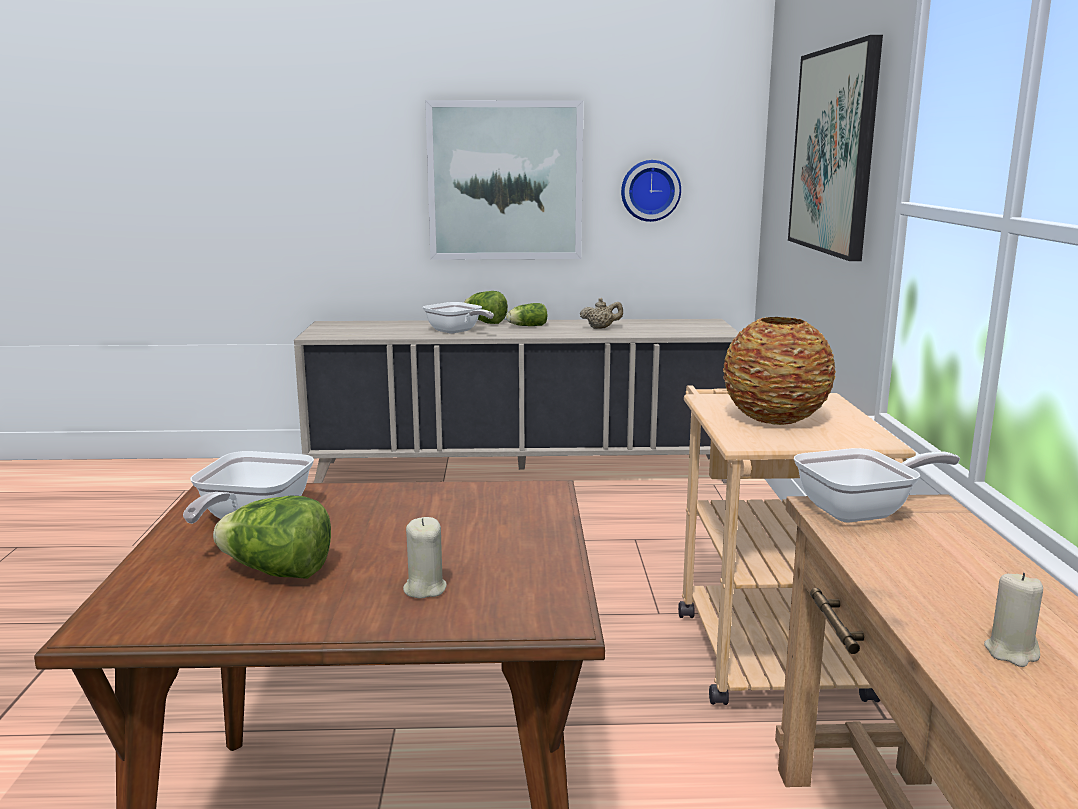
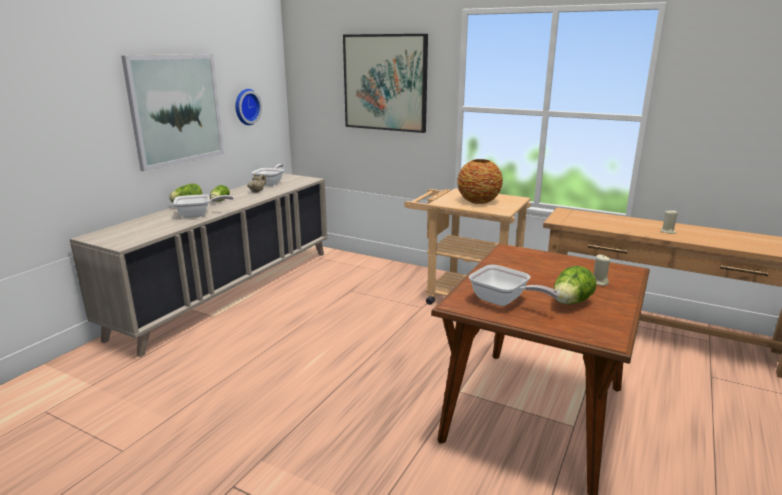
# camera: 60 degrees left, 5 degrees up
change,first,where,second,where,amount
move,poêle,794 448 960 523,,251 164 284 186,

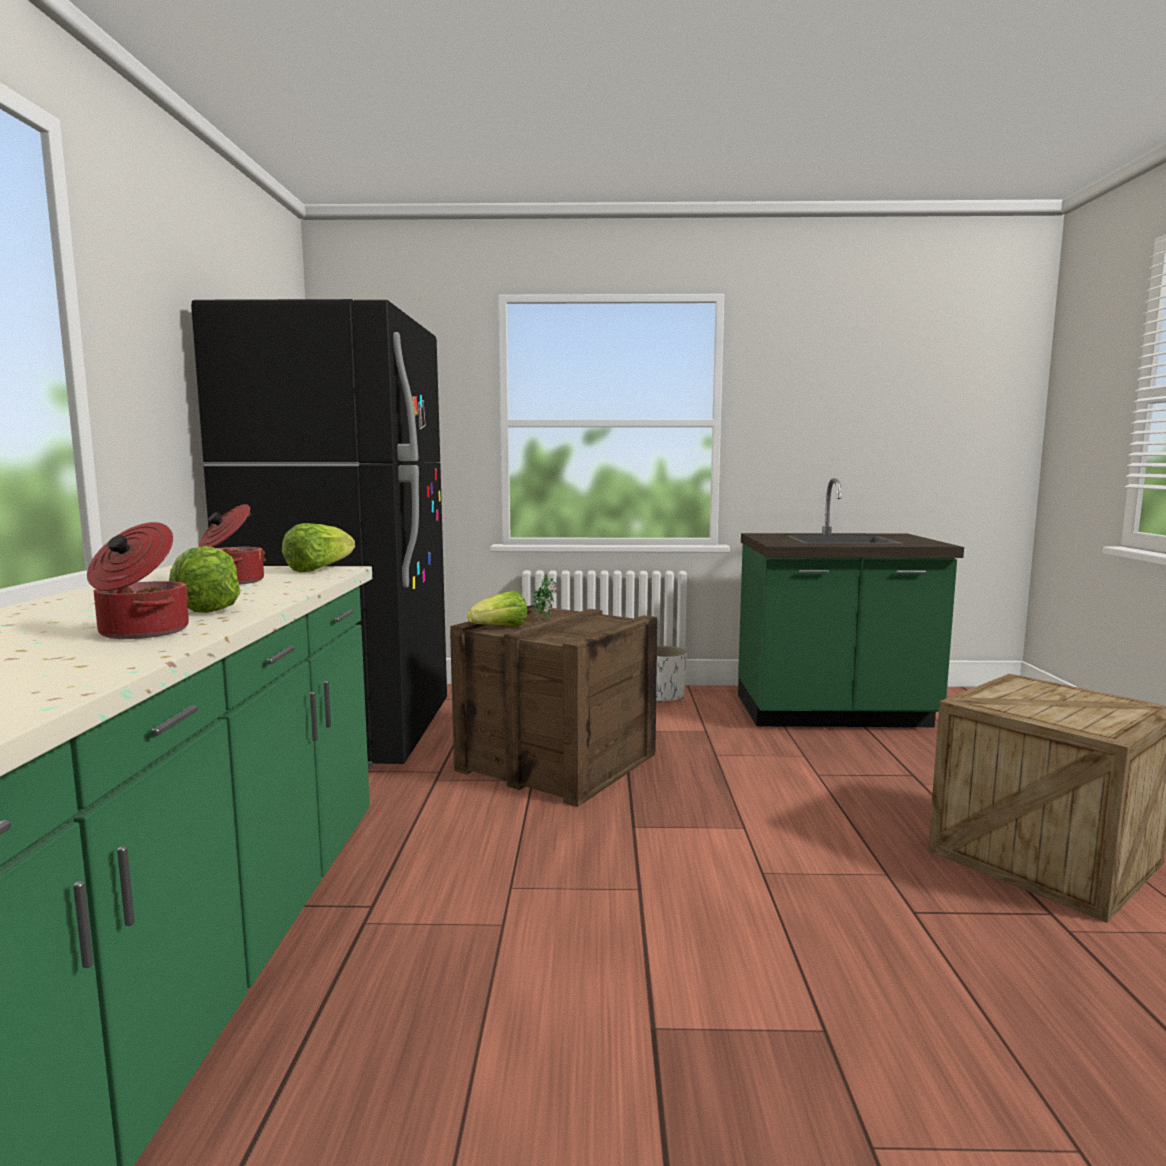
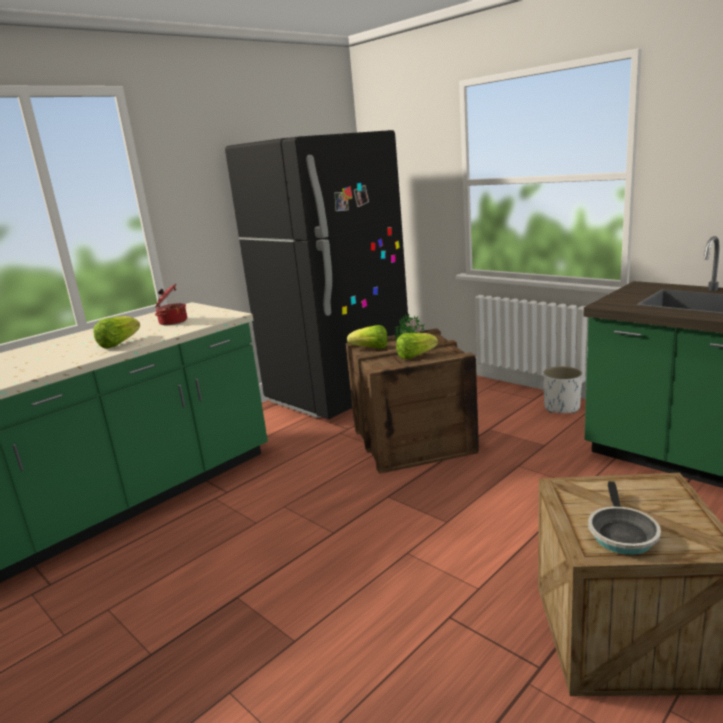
# camera: 45 degrees right, 10 degrees up
change,first,where,second,where,amount
delete,marmite,87 522 189 639,,,
insert,,,poêle,588 481 661 555,
move,laitue,282 523 355 572,,396 333 438 359,

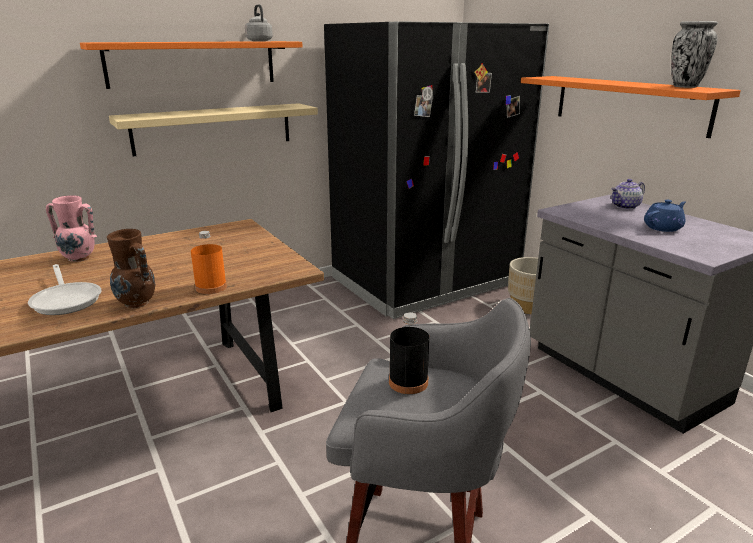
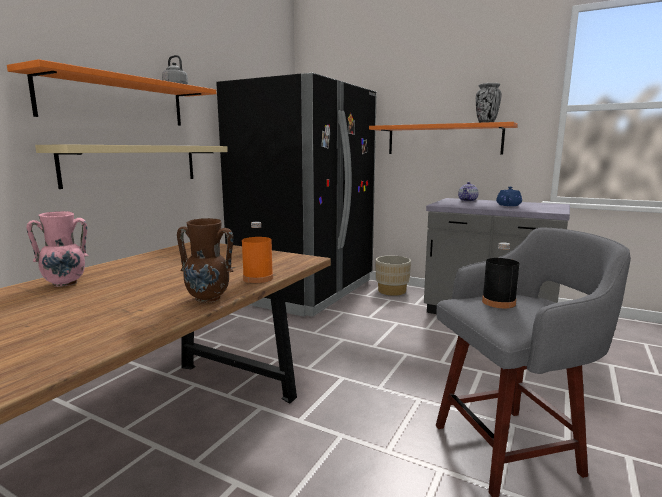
# camera: 30 degrees left, 10 degrees down
change,first,where,second,where,amount
delete,poêle,28 264 102 315,,,

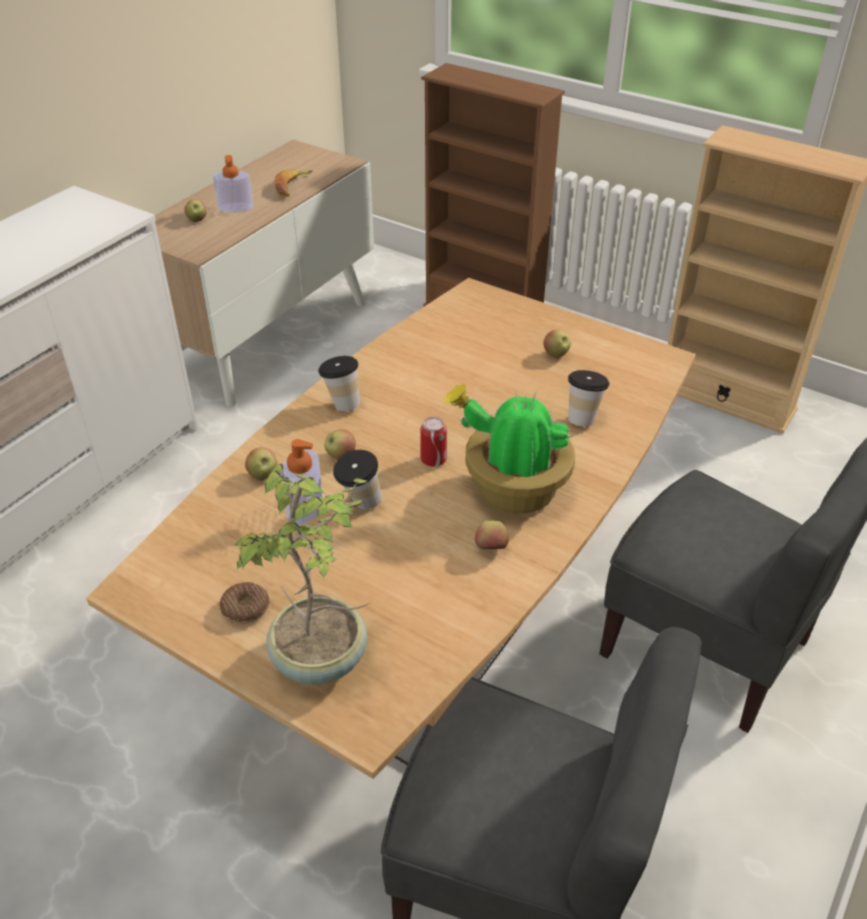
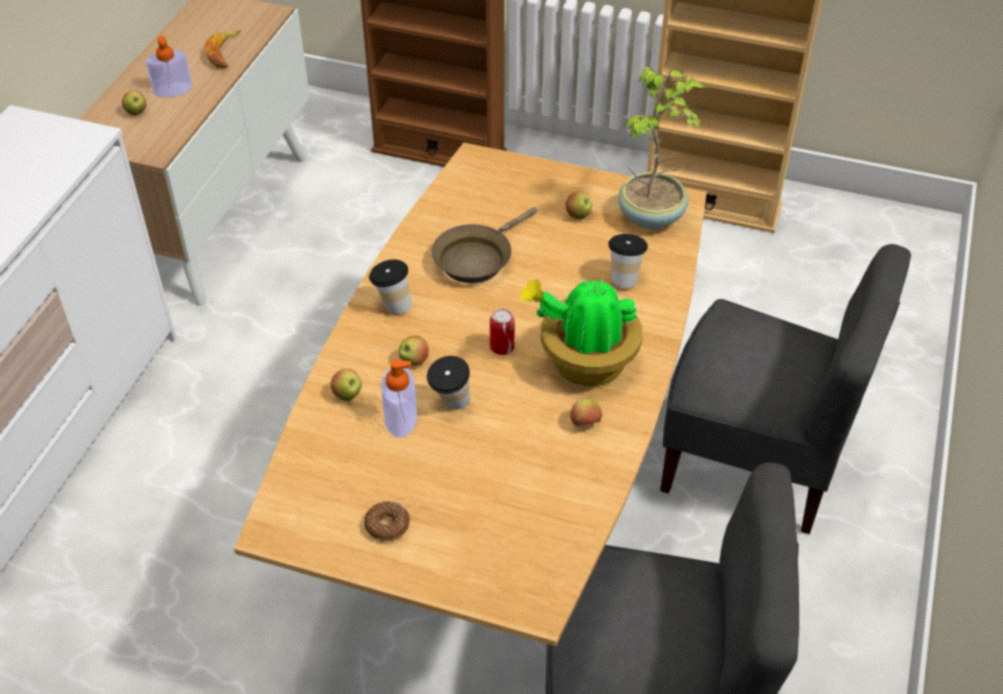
# camera: 15 degrees left, 5 degrees up
change,first,where,second,where,amount
insert,,,poêle (marron),431 207 537 283,
move,plante en pot,234 464 370 685,,618 66 706 229,

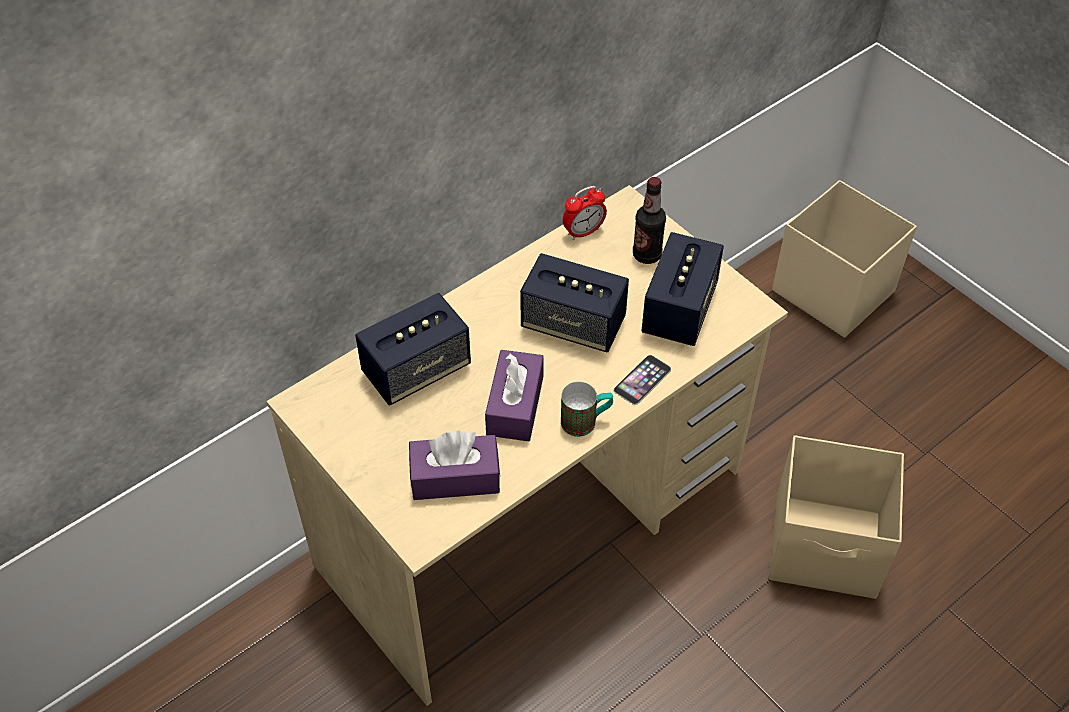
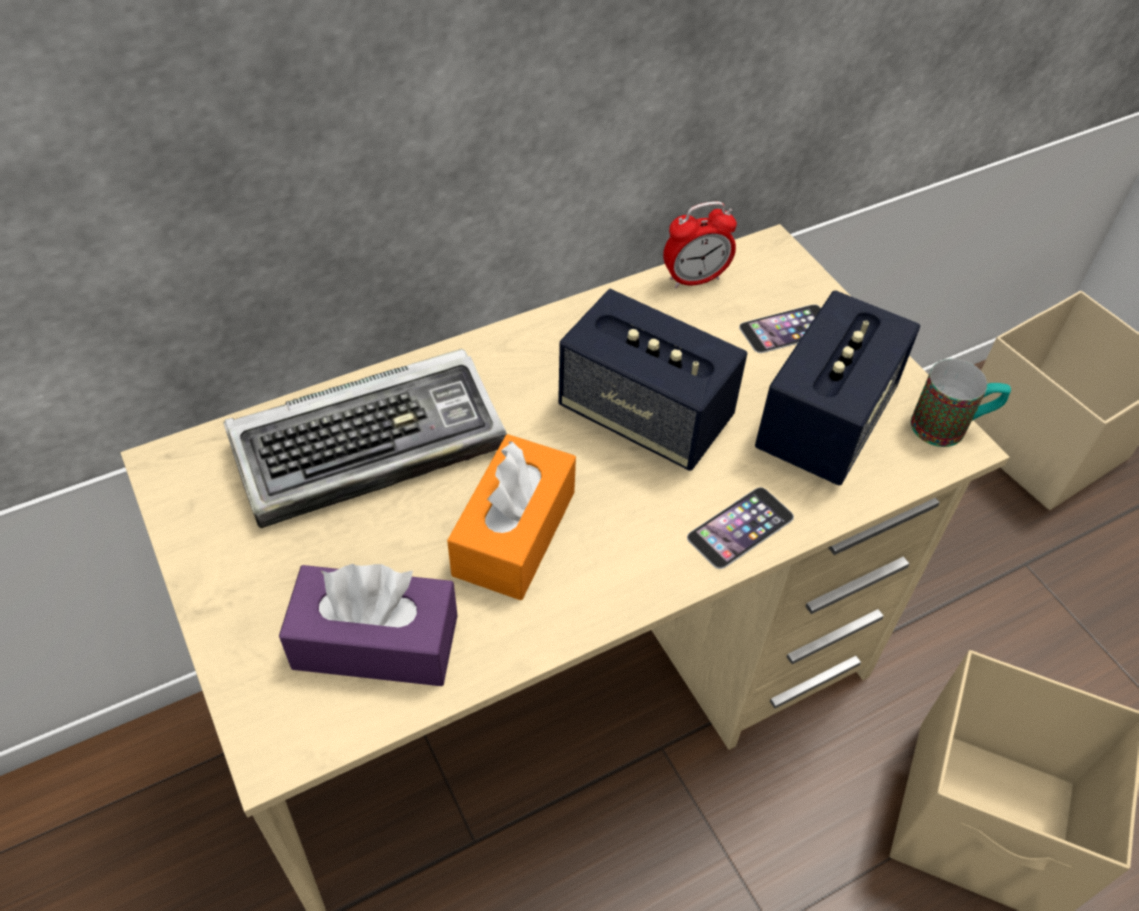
# camera: 10 degrees right, 0 degrees up
change,first,where,second,where,amount
move,mug,561 382 613 437,,911 359 1011 447,
replace,enceinte,355 293 471 405,clavier,223 349 507 528,
replace,bouteille,633 177 666 264,téléphone,739 304 821 353,
recolor,boîte à mouchoirs (violet),485 350 544 441,boîte à mouchoirs (orange),447 434 576 600,

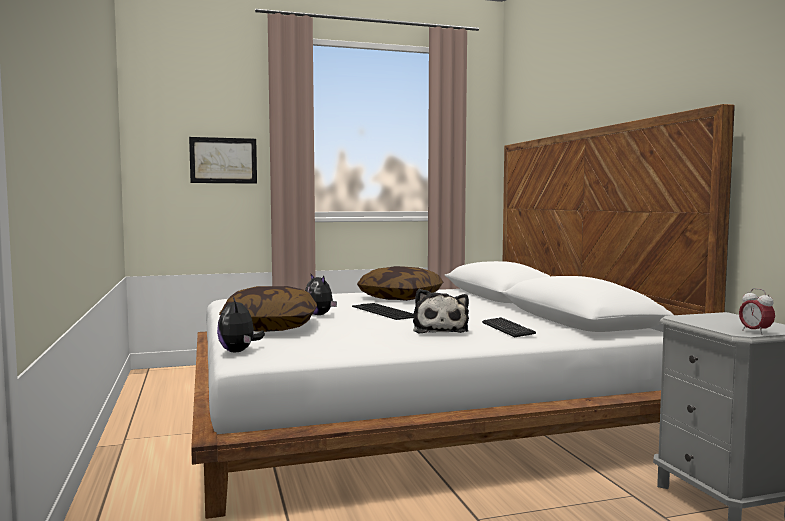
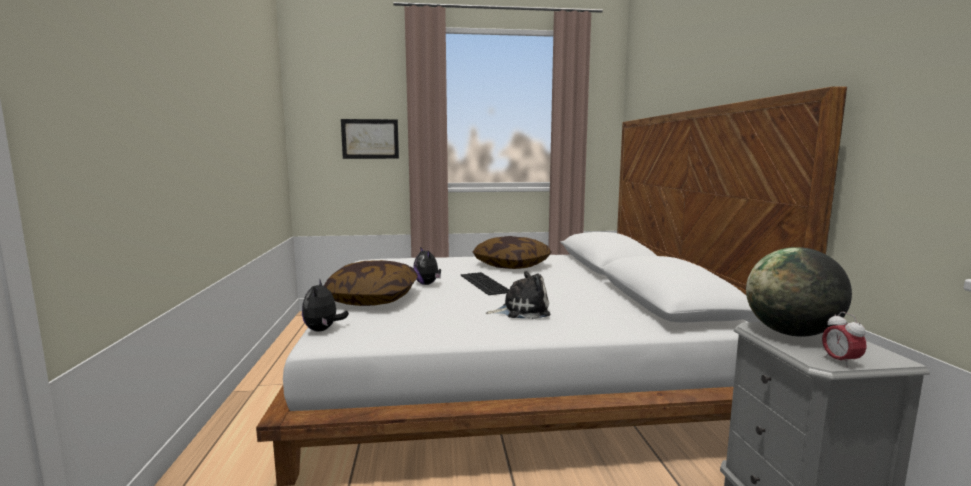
# camera: 10 degrees right, 5 degrees up
change,first,where,second,where,amount
delete,clavier,482 317 536 337,,,
insert,,,globe,746 247 852 337,
rotate,peluche,413 289 469 334,,486 271 551 319,105 degrees counterclockwise

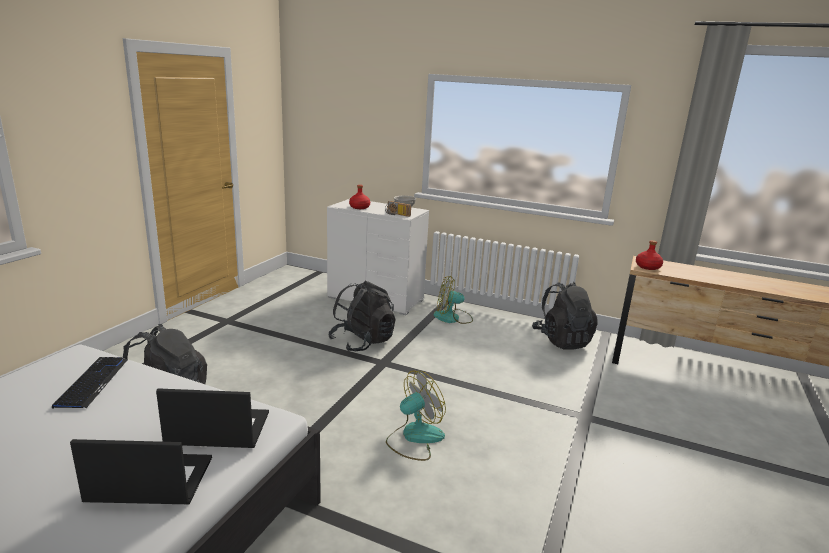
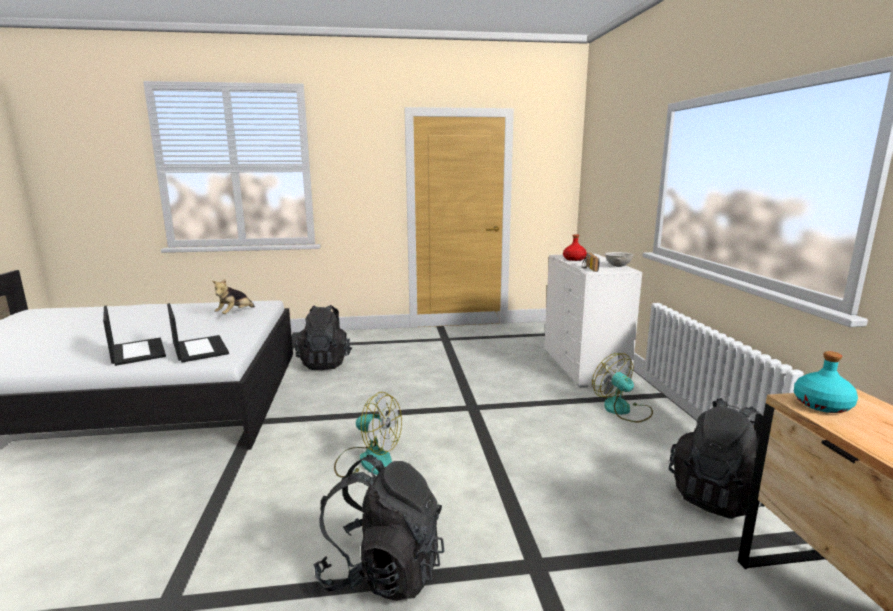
# camera: 60 degrees right, 5 degrees down
change,first,where,second,where,amount
move,sac à dos (noir),328 281 396 352,,314 455 444 601,
replace,clavier,52 357 128 408,peluche,212 279 255 314,
recolor,bouteille (rouge),636 240 663 270,bouteille (turquoise),794 351 858 413,

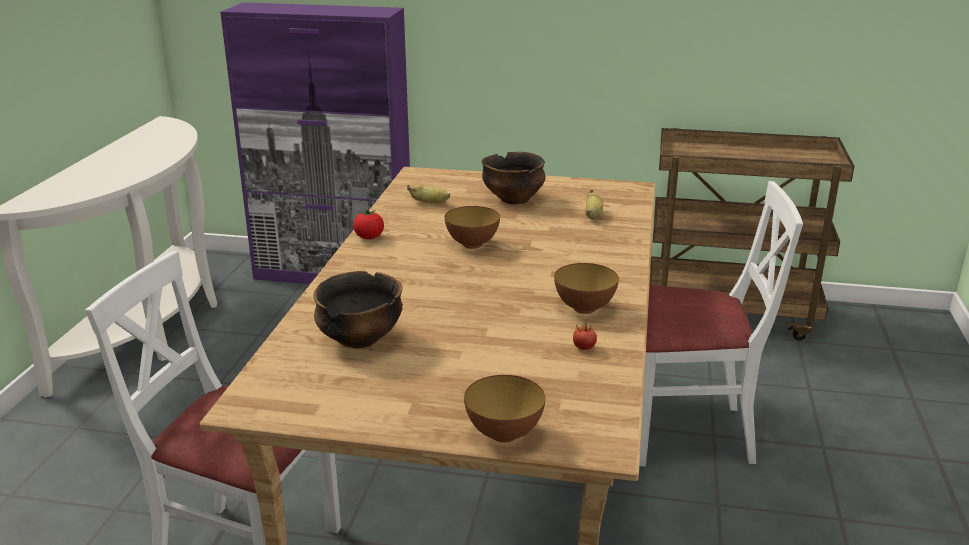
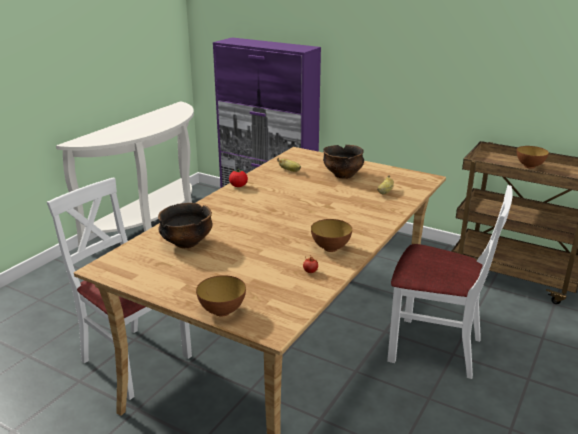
# camera: 20 degrees right, 0 degrees up
change,first,where,second,where,amount
move,bol,445 206 500 249,,517 146 549 169,

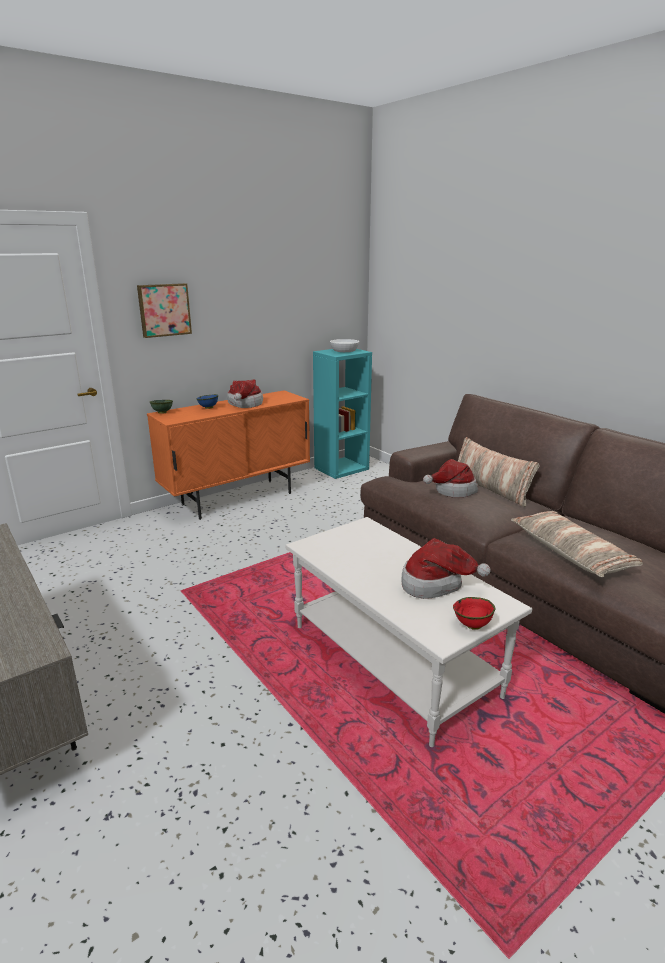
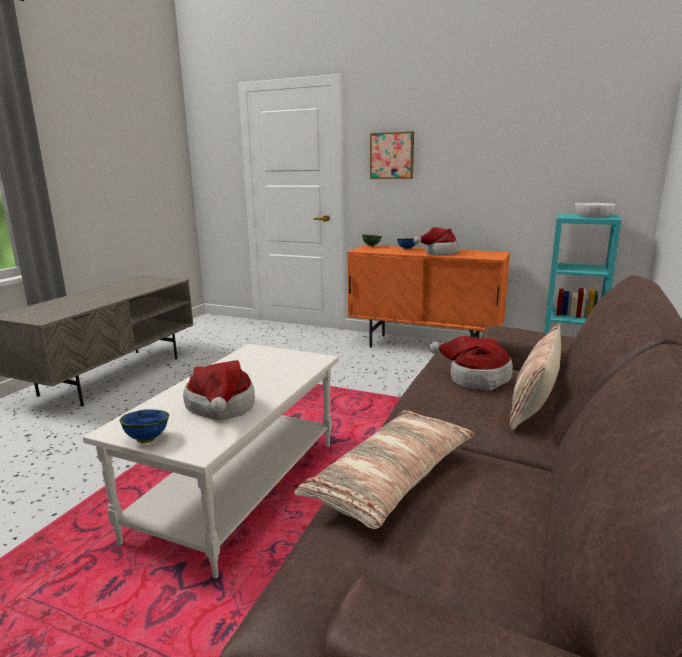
# camera: 60 degrees right, 5 degrees down
change,first,where,second,where,amount
recolor,bol (rouge),453 597 495 630,bol (bleu),120 409 169 443,

